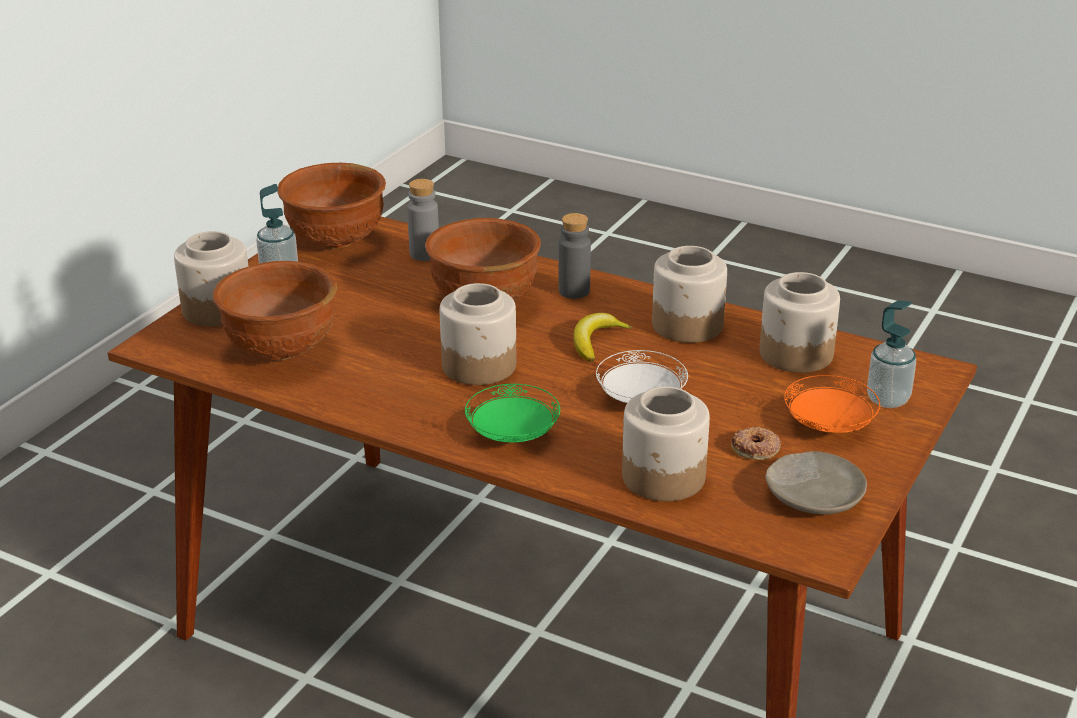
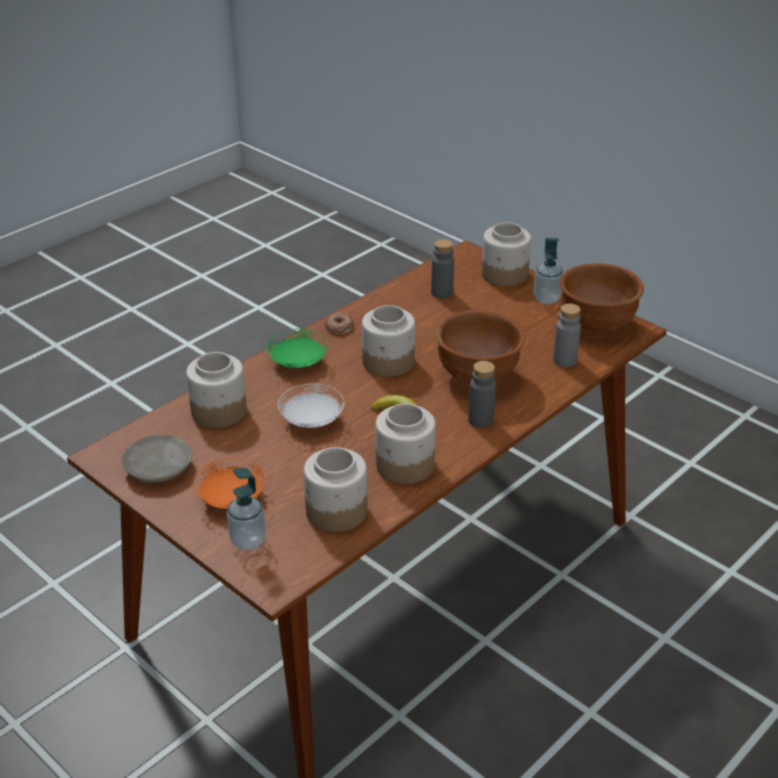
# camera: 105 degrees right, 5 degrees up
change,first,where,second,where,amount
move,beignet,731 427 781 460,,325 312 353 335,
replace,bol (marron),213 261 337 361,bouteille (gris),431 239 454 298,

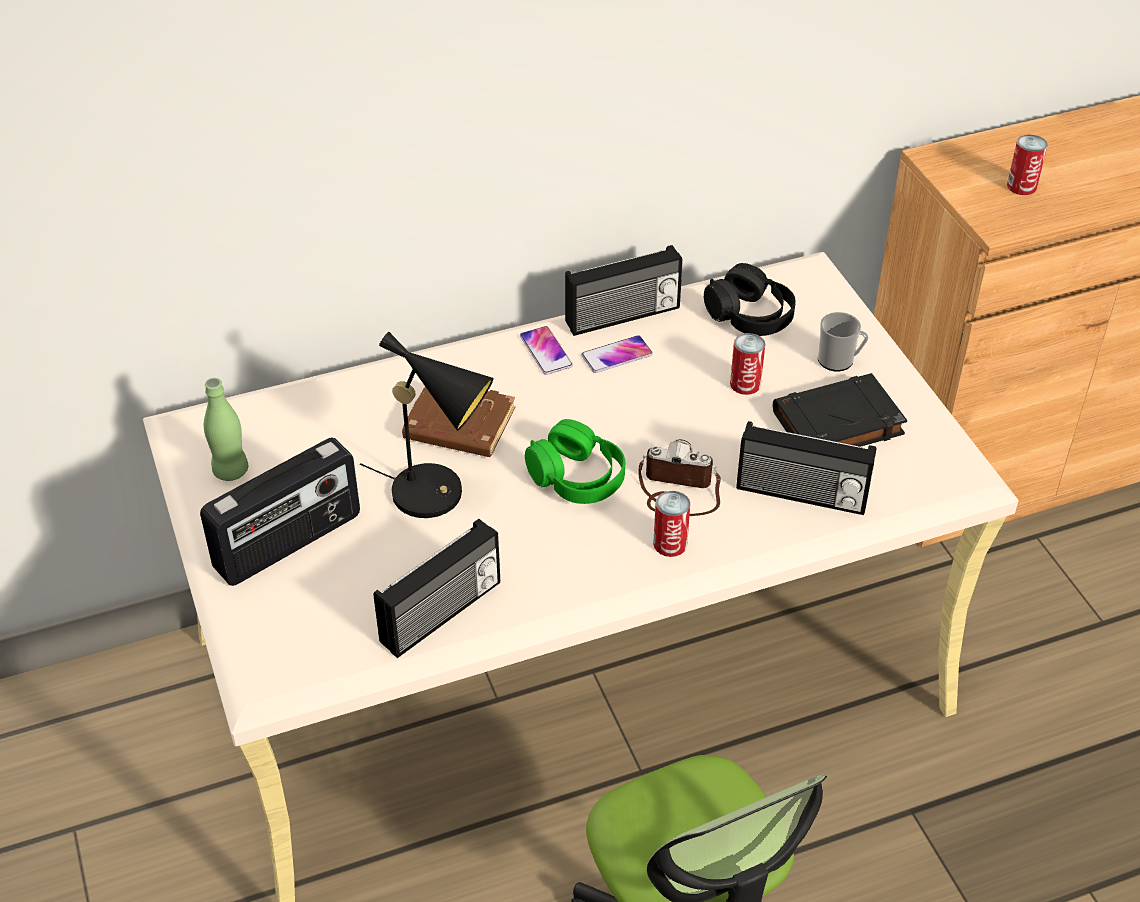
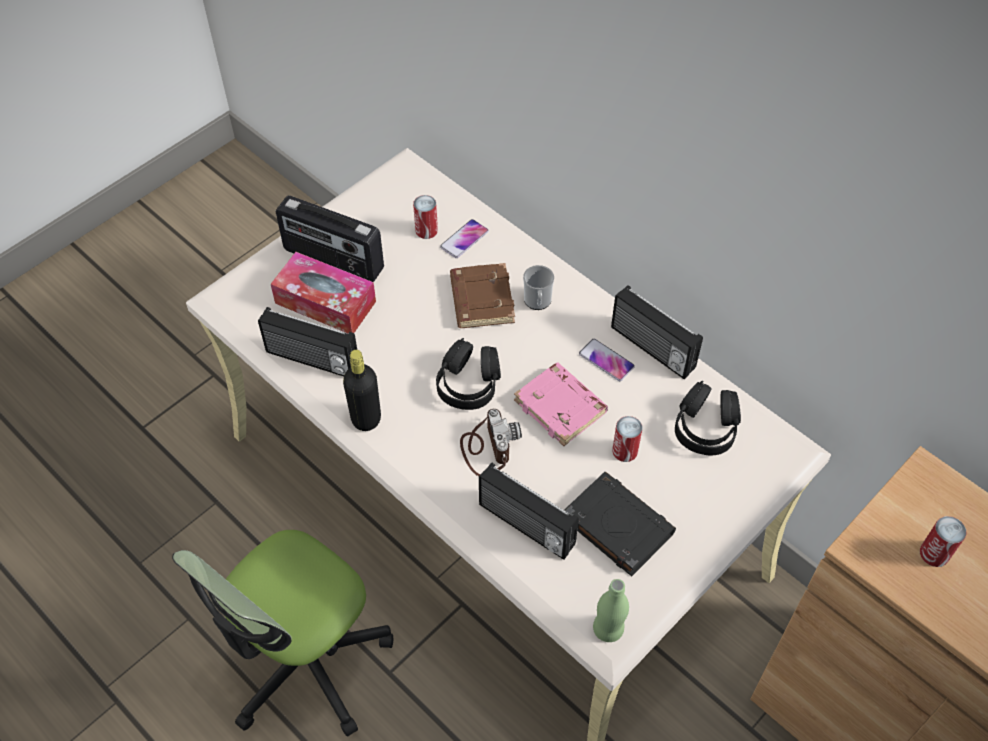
# camera: 65 degrees right, 10 degrees up
change,first,where,second,where,amount
delete,lampe de table (noir),360 332 494 518,,,
insert,,,boîte à mouchoirs,271 252 376 333,
insert,,,bouteille (noir),343 350 381 431,
insert,,,livre (rose),514 362 608 446,
move,bouteille (vert),204 378 248 481,,593 579 629 642,
move,téléphone,520 326 573 375,,440 219 489 258,
move,boîte métallique,653 491 690 557,,413 195 438 239,
move,mug,818 312 868 371,,523 265 554 310,
recolor,casque audio (vert),525 419 625 504,casque audio (noir),436 338 501 410,
rotate,radio,736 421 876 515,,479 463 579 560,45 degrees counterclockwise

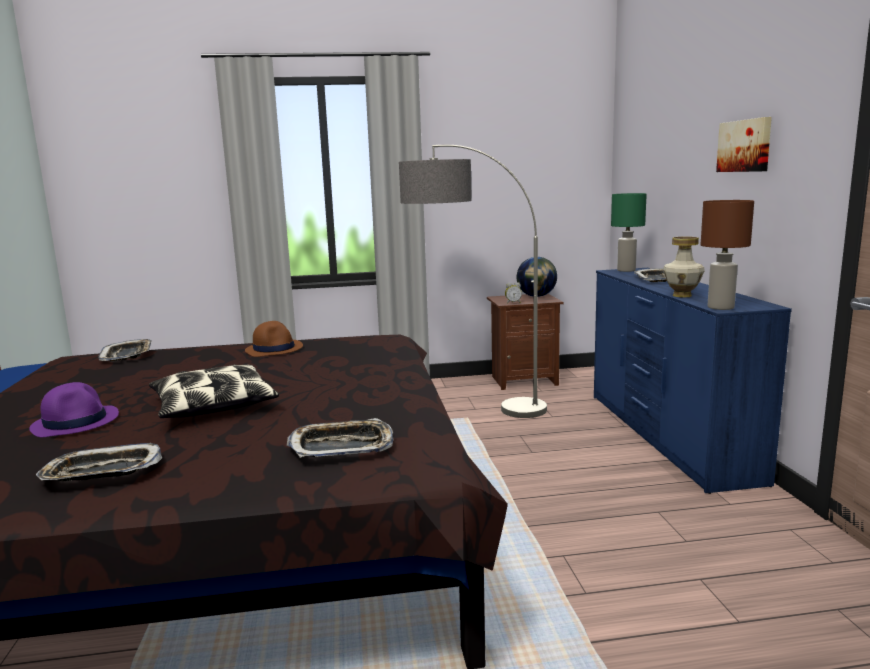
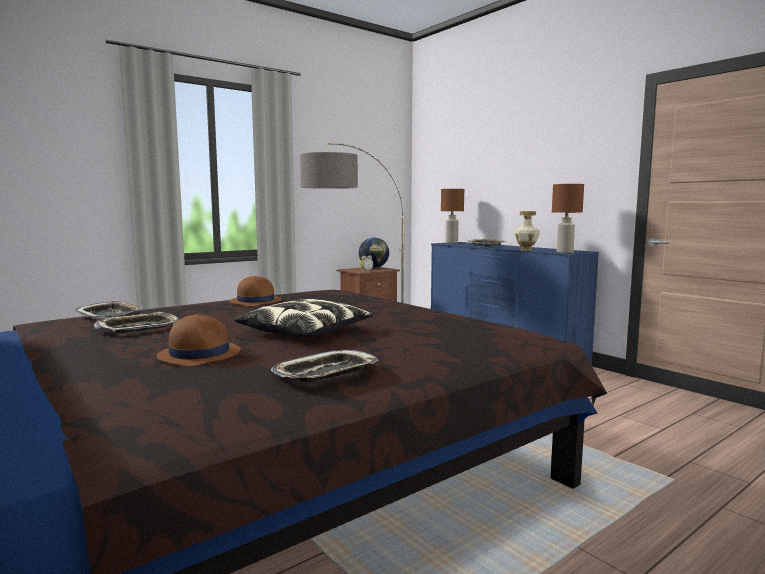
# camera: 30 degrees left, 5 degrees down
change,first,where,second,where,amount
delete,tableau,716 117 772 172,,,
move,plateau,287 418 393 458,,93 312 179 333,
recolor,chapeau (violet),29 382 119 437,chapeau (marron),157 314 241 367,
recolor,lampe de table (vert),611 193 647 272,lampe de table (marron),441 189 464 243,

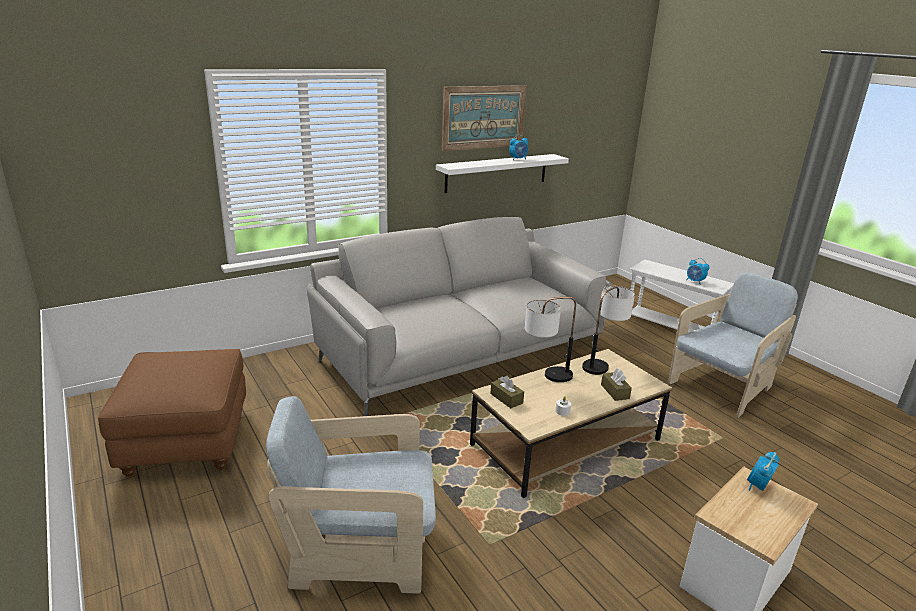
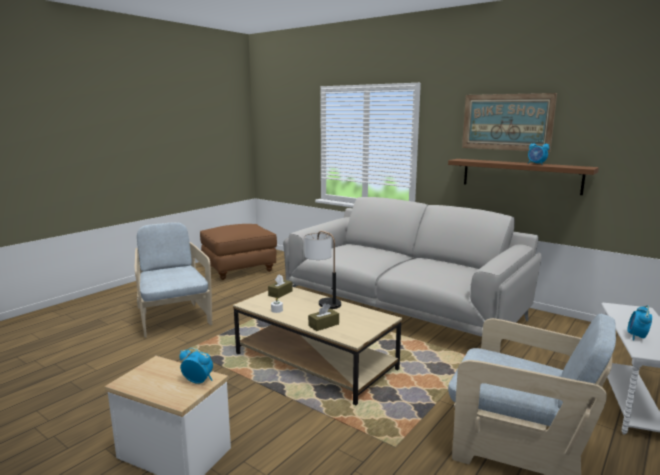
# camera: 70 degrees right, 10 degrees down
change,first,where,second,where,amount
delete,lampe de table,582 286 635 375,,,
recolor,étagère (blanc),436 154 569 193,étagère (marron),448 159 599 195,

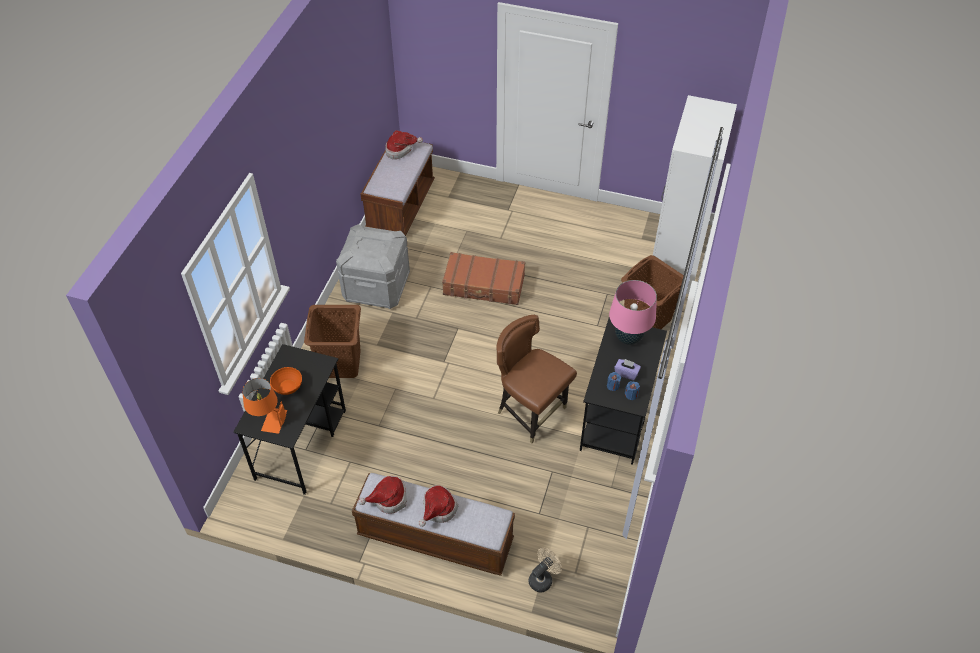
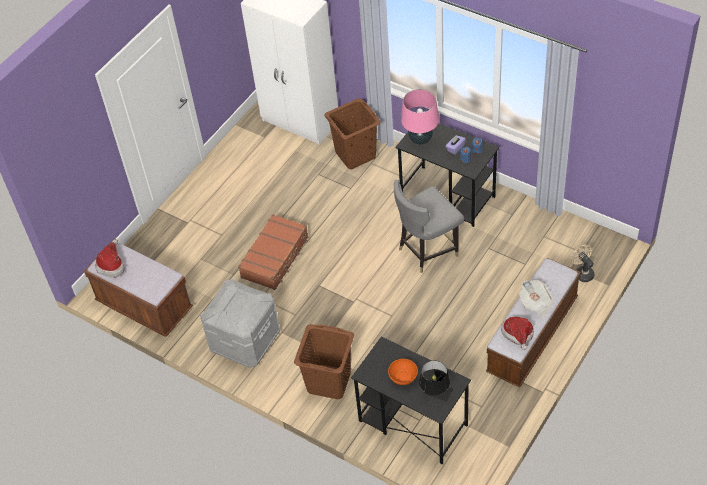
# camera: 70 degrees left, 0 degrees up
change,first,where,second,where,amount
replace,chapeau,418 485 458 527,journal,519 280 553 317,
recolor,lampe de table (orange),242 378 287 434,lampe de table (noir),419 361 453 402,
recolor,chaise (marron),496 315 577 443,chaise (gris),394 180 464 273,

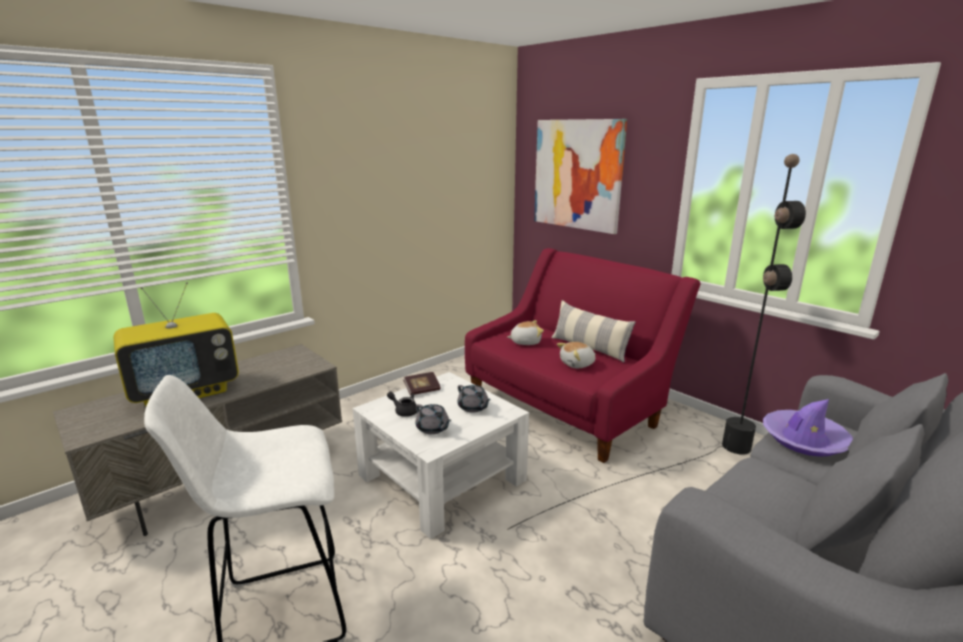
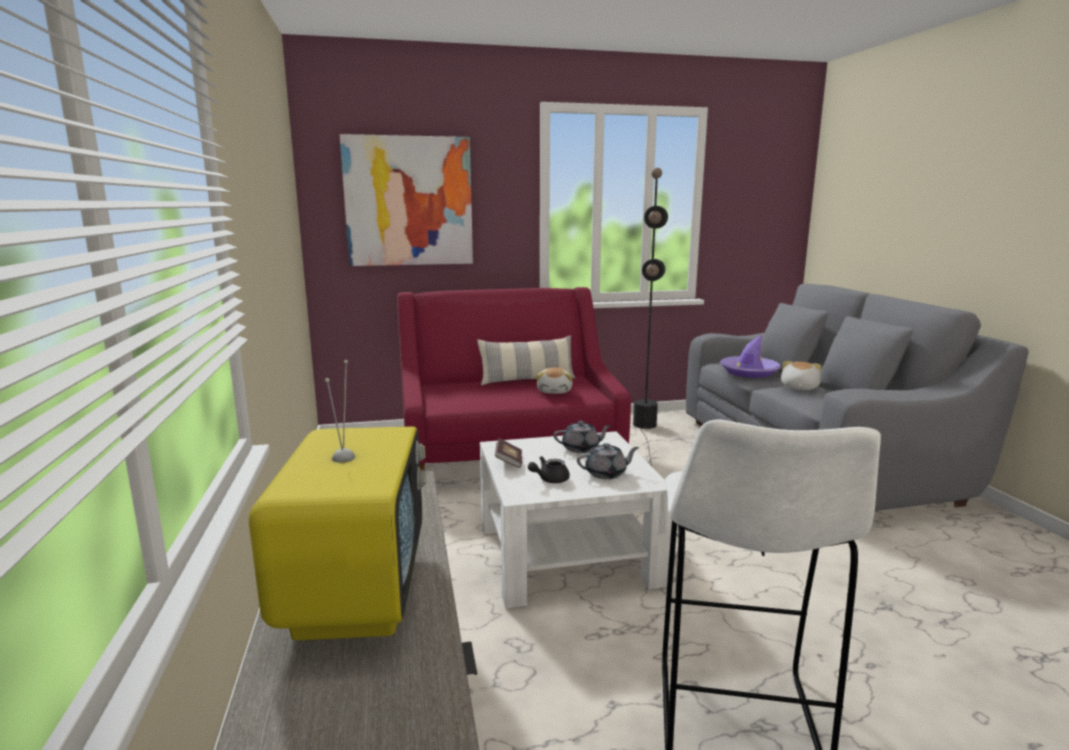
# camera: 60 degrees left, 5 degrees down
change,first,where,second,where,amount
move,peluche,507 320 544 345,,781 361 821 391,

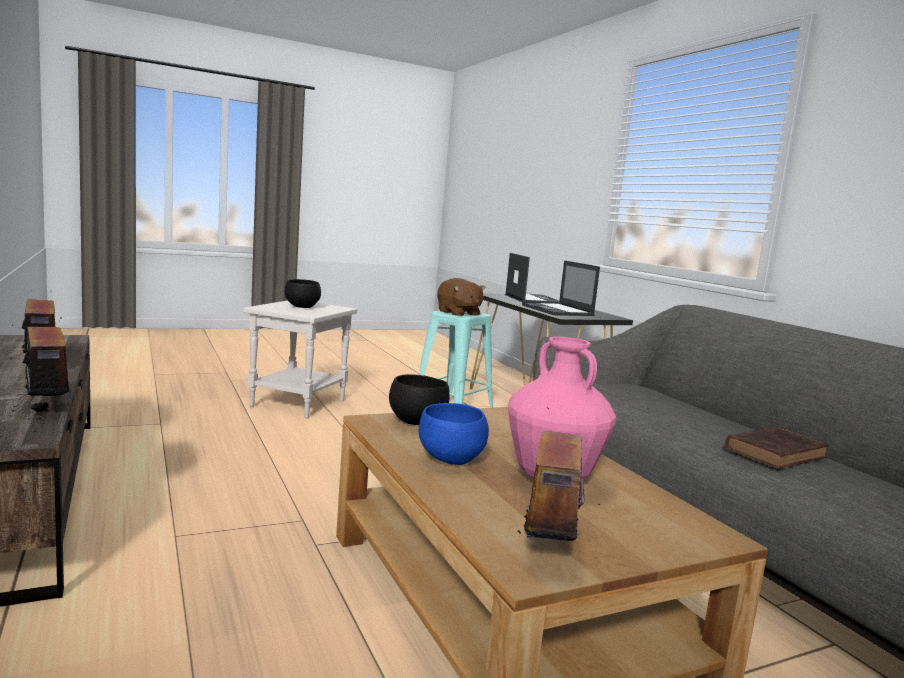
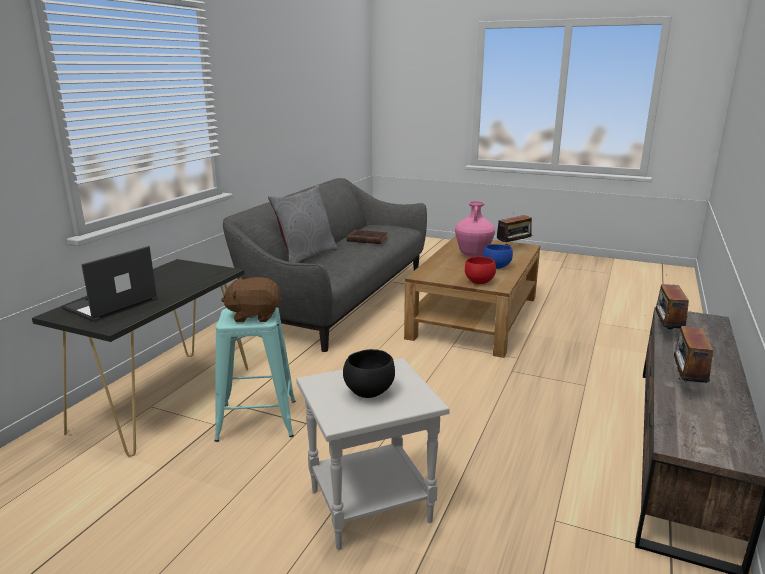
# camera: 130 degrees left, 10 degrees up
change,first,where,second,where,amount
delete,ordinateur portable,522 260 600 316,,,
insert,,,coussin (gris),268 185 338 263,
recolor,bol (noir),389 374 450 425,bol (rouge),465 257 496 284,
rotate,peluche (marron),437 278 486 316,,221 277 282 322,105 degrees counterclockwise

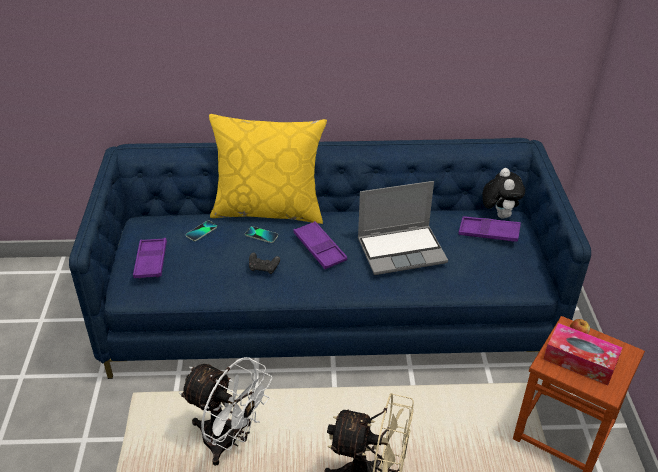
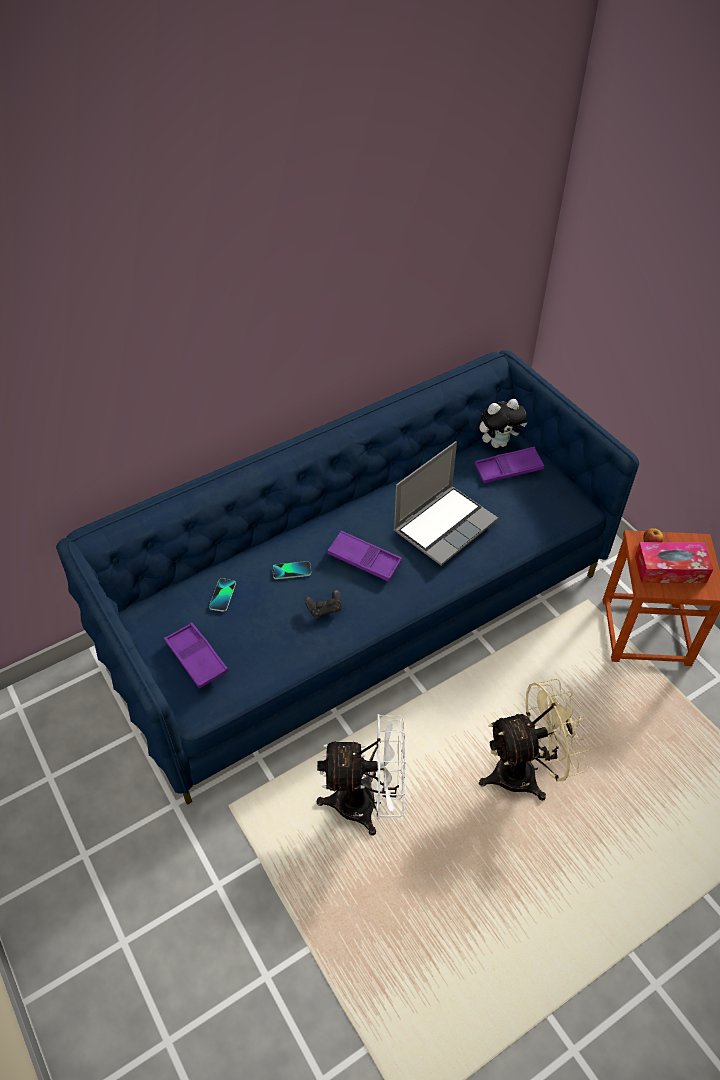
# camera: 30 degrees left, 10 degrees up
change,first,where,second,where,amount
delete,coussin (jaune),209 114 327 224,,,
rotate,peluche,482 168 525 218,,479 399 527 448,105 degrees clockwise

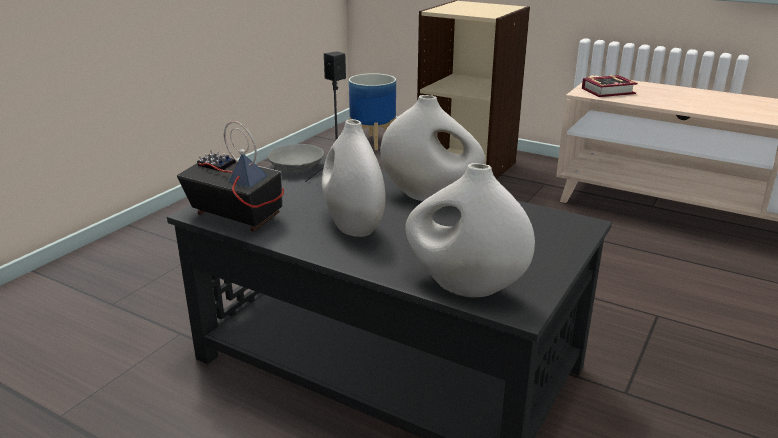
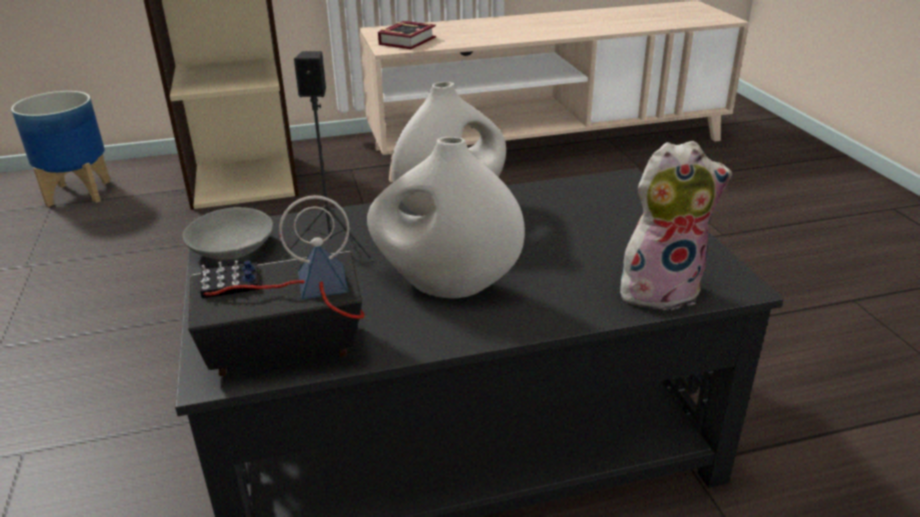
# camera: 45 degrees left, 5 degrees up
change,first,where,second,where,amount
replace,vase (blanc),405 163 535 297,peluche,620 141 732 313,

